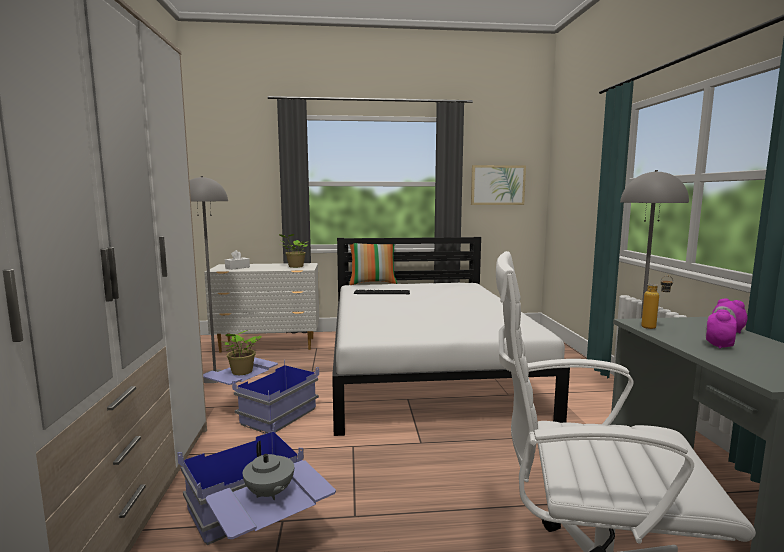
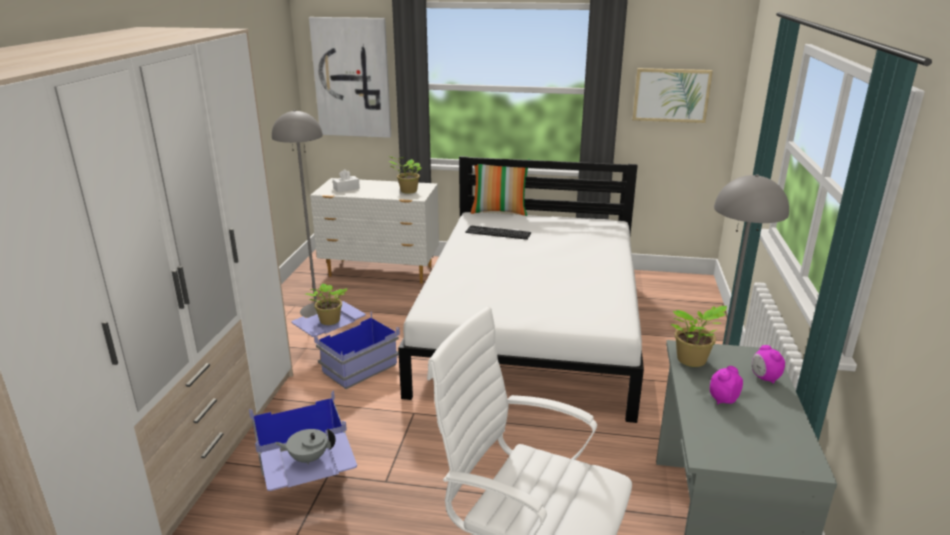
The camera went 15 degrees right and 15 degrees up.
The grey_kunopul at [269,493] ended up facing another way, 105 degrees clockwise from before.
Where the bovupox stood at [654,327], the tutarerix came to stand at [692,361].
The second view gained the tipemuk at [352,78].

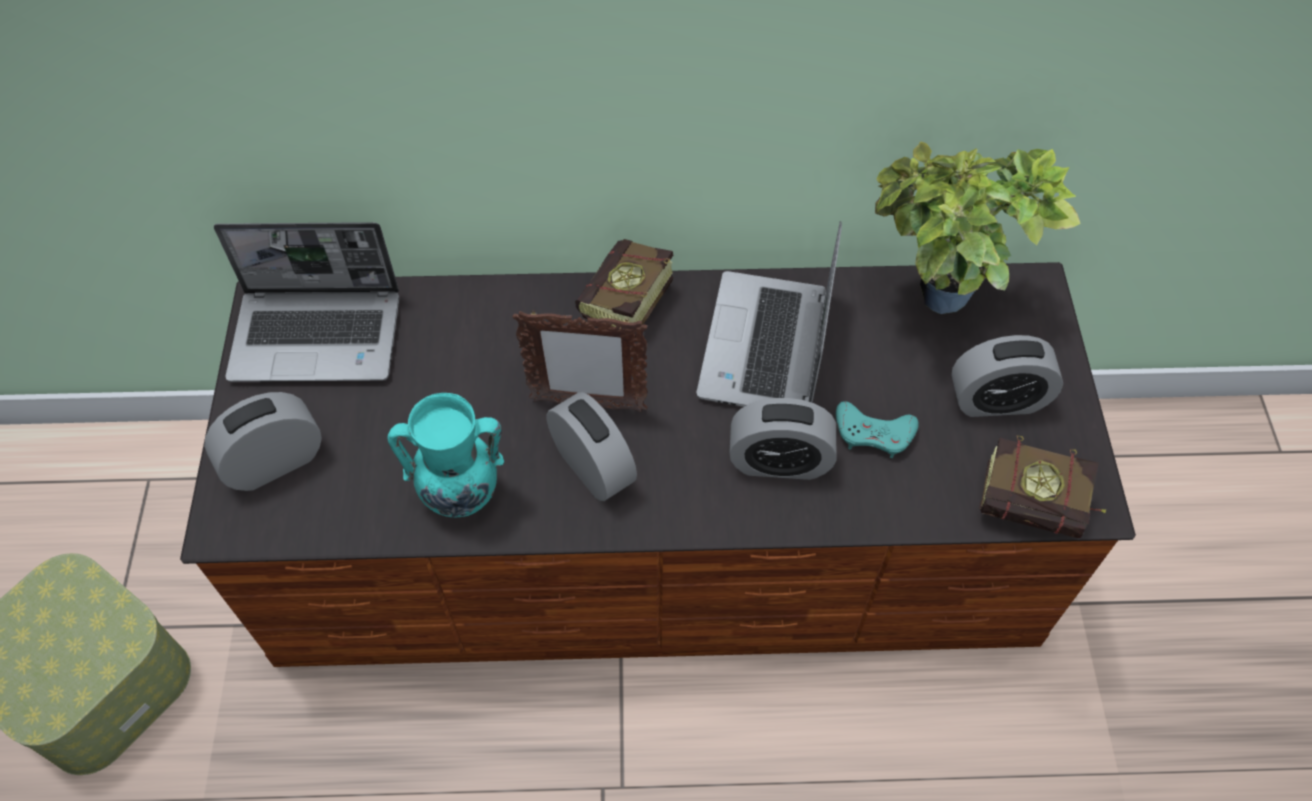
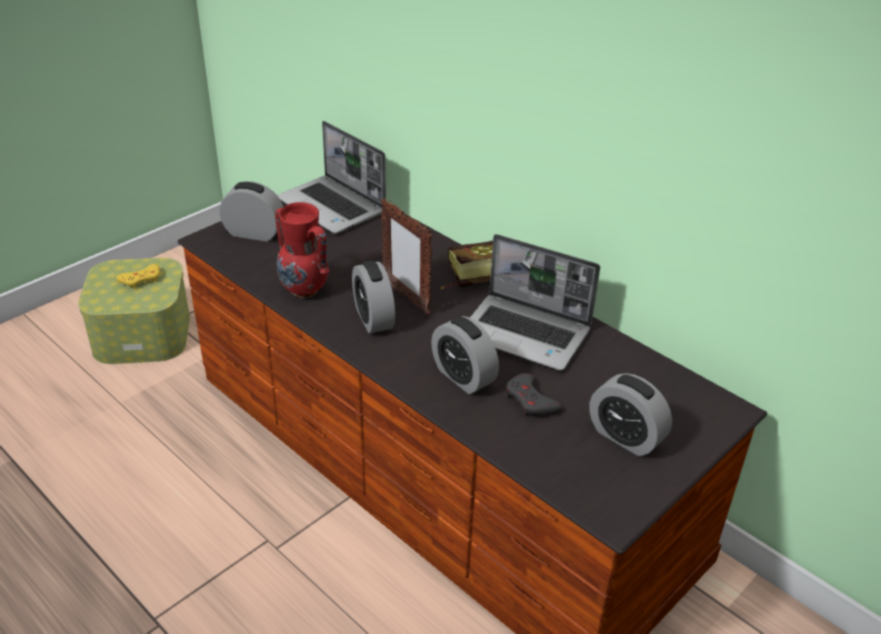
The camera went 45 degrees right and 20 degrees down.
What was the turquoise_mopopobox at [462,496] turned into the red_mopopobox at [304,291].
The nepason at [592,467] ended up facing another way, 150 degrees clockwise from before.
The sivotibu at [767,348] ended up facing another way, 120 degrees counterclockwise from before.
What was the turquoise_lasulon at [874,433] turned into the grey_lasulon at [531,401].
The second view lost the tutarerix at [937,306].
The second view lost the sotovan at [1040,510].
The second view gained the yellow_lasulon at [141,279].

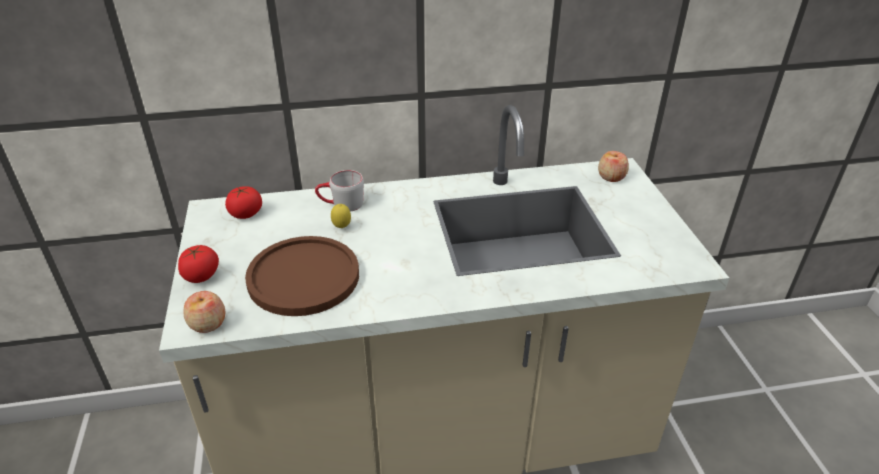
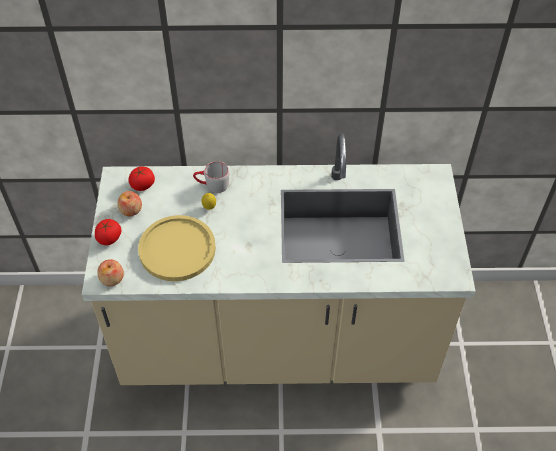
The camera went 10 degrees right and 15 degrees up.
What was the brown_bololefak at [303,277] turned into the yellow_bololefak at [177,249].
The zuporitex ended up elsewhere, having gone from [611,177] to [131,210].

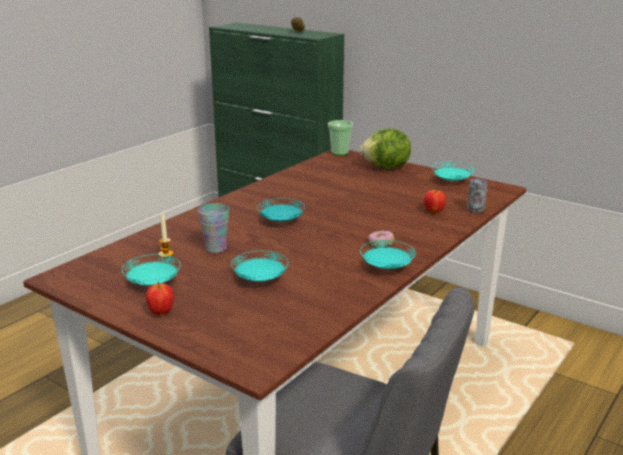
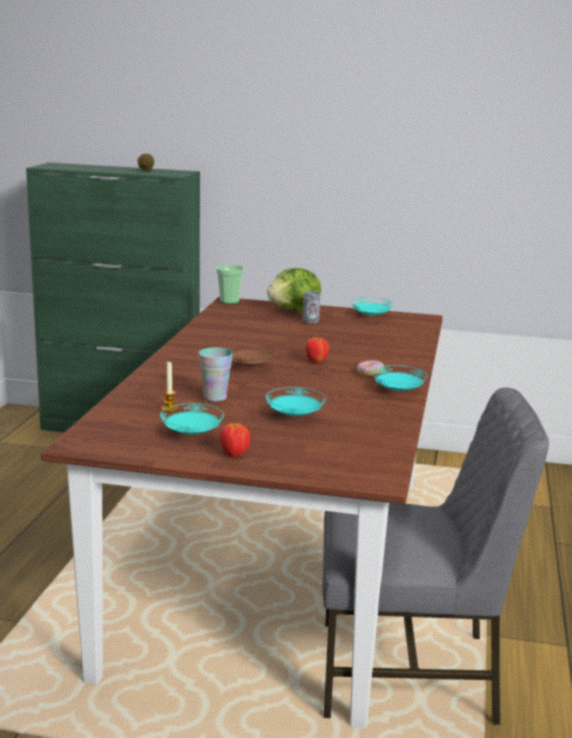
The camera went 25 degrees left and 5 degrees down.
What was the turquoise_bololefak at [281,221] turned into the brown_bololefak at [250,367].
The zuporitex ended up elsewhere, having gone from [434,212] to [316,362].
The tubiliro ended up elsewhere, having gone from [475,210] to [310,321].

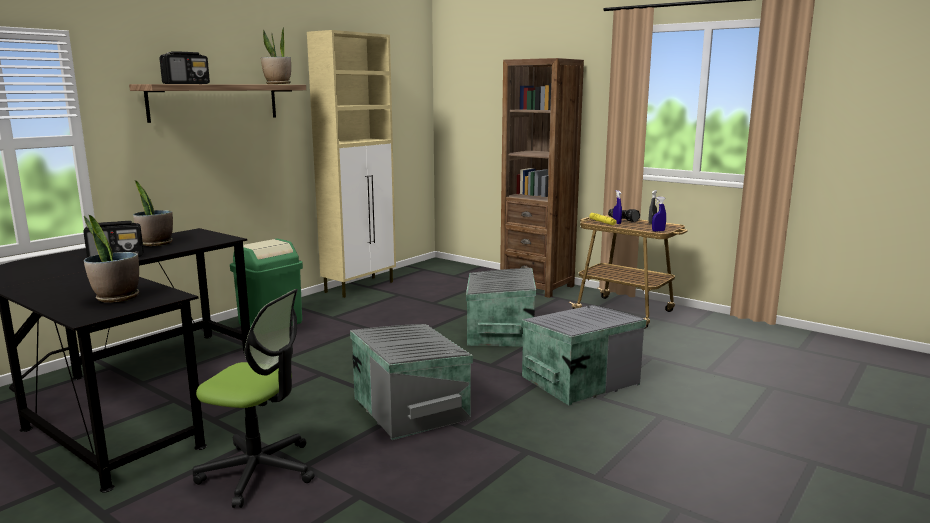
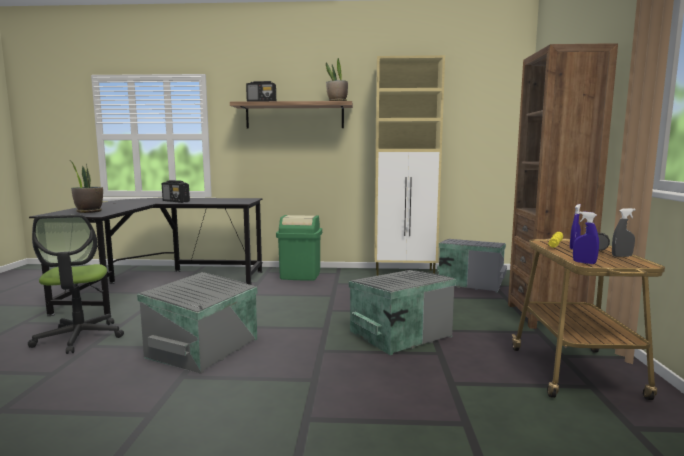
The camera went 55 degrees right and 5 degrees down.
The second view lost the tutarerix at [156,243].
The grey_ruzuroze ended up elsewhere, having gone from [578,380] to [470,282].

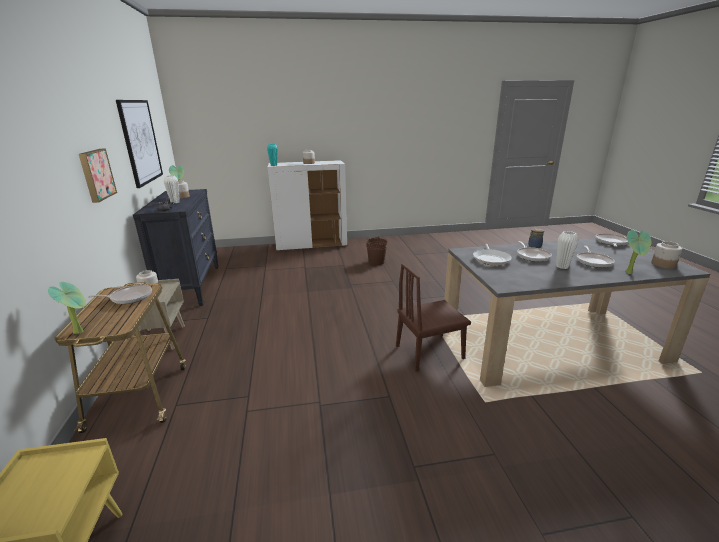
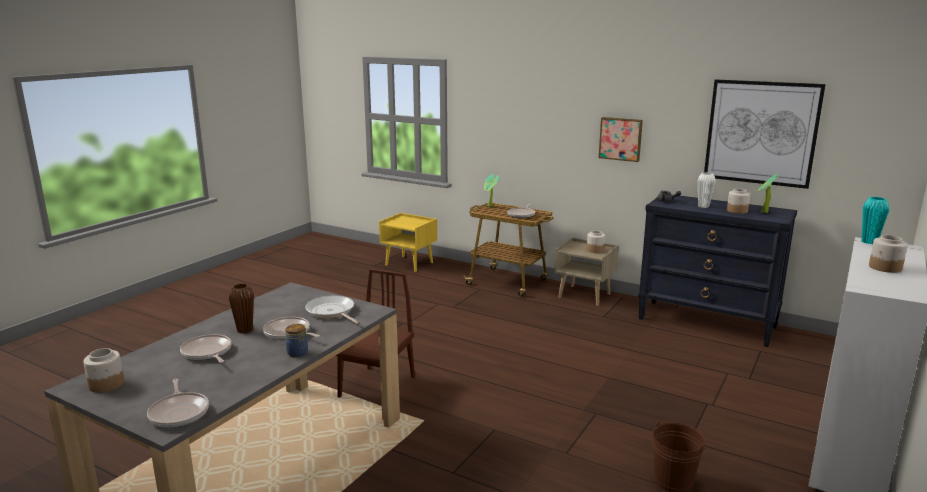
The camera went 130 degrees right and 5 degrees down.
What was the white_mopopobox at [562,266] turned into the brown_mopopobox at [245,330].
The second view lost the tutarerix at [630,273].

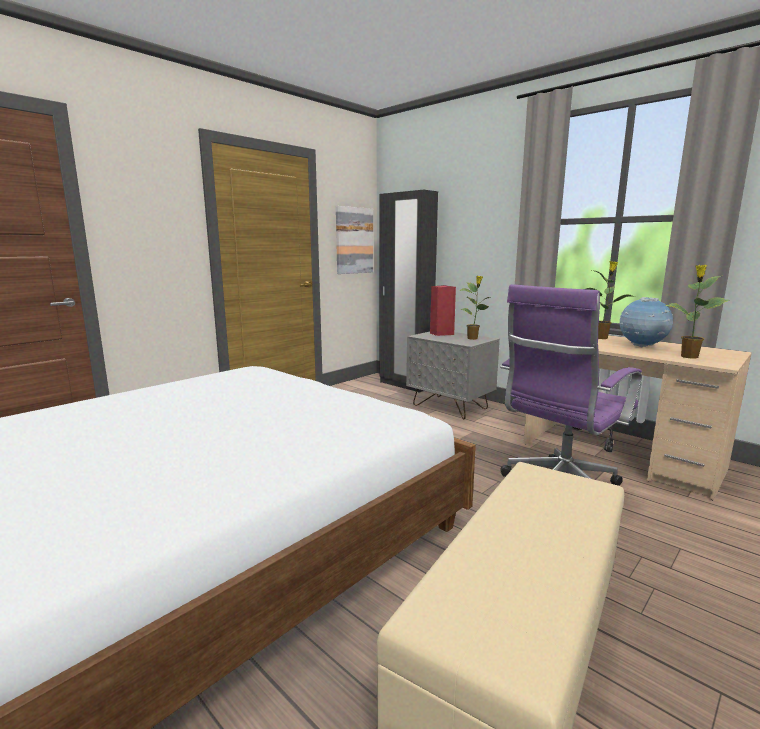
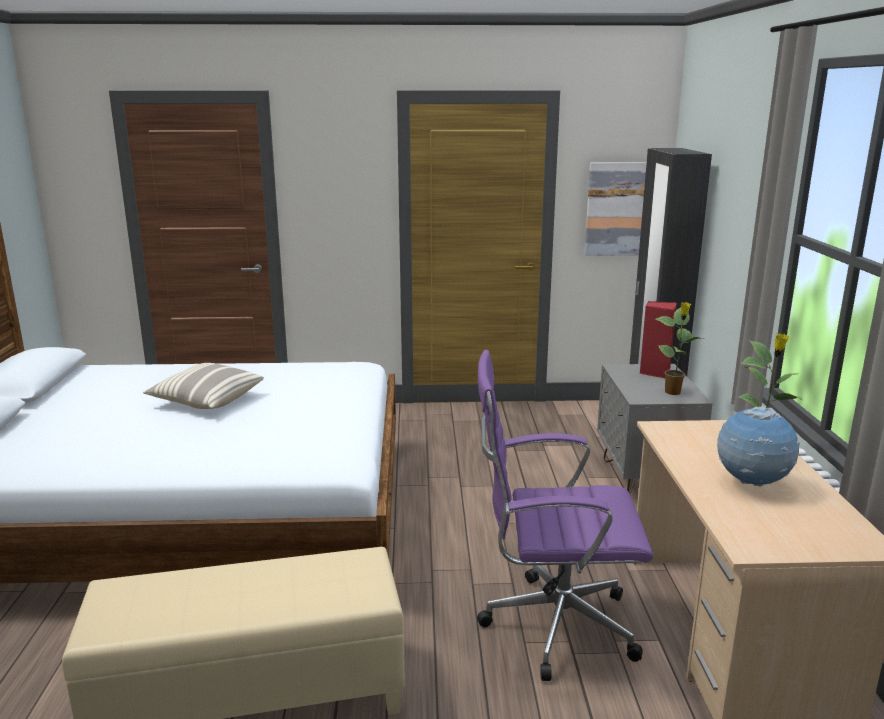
The camera went 45 degrees right and 5 degrees up.
The second view lost the tutarerix at [688,357].
The second view gained the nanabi at [206,400].

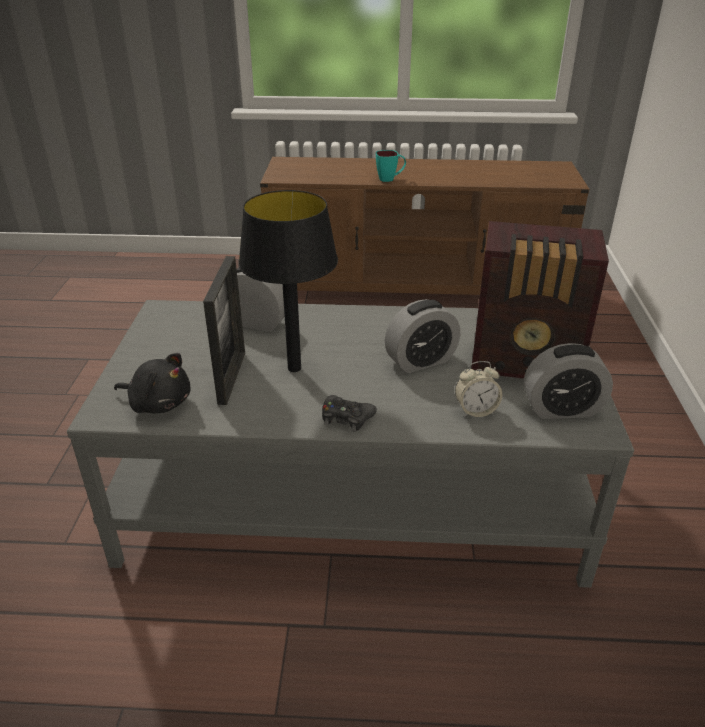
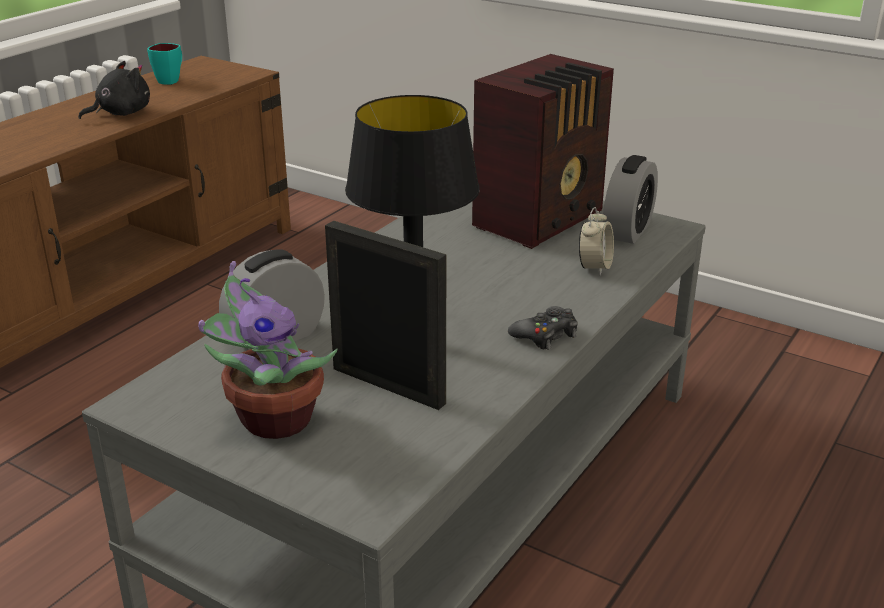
The camera went 60 degrees left and 5 degrees down.
The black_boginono ended up elsewhere, having gone from [158,403] to [121,113].
The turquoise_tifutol ended up elsewhere, having gone from [390,179] to [171,80].
The second view lost the nepason at [421,361].
The second view gained the tutarerix at [272,420].

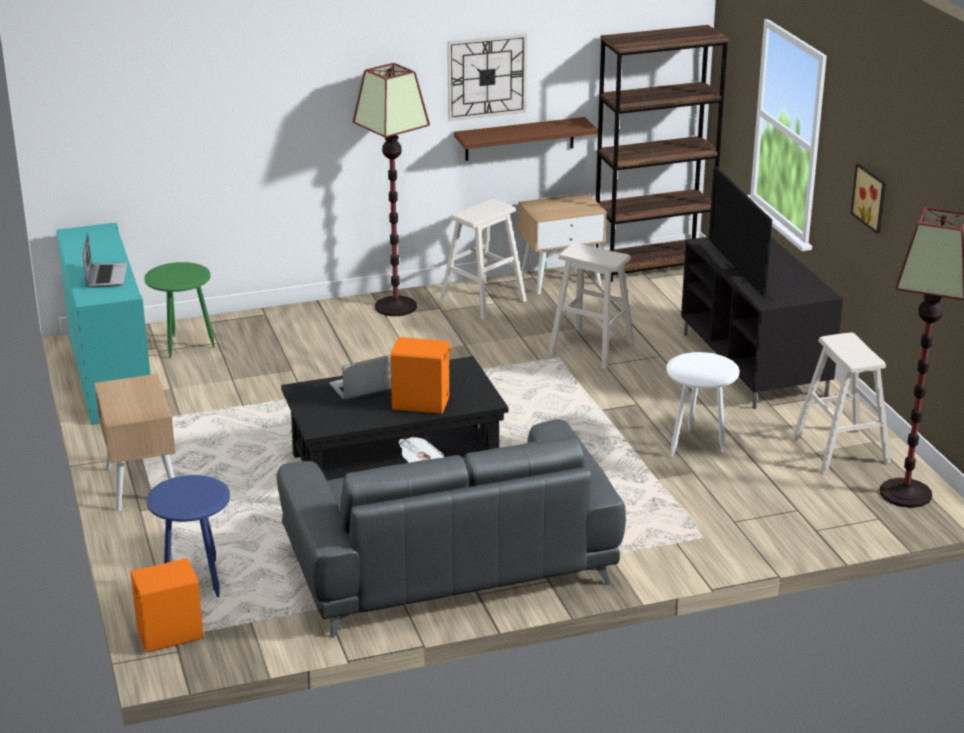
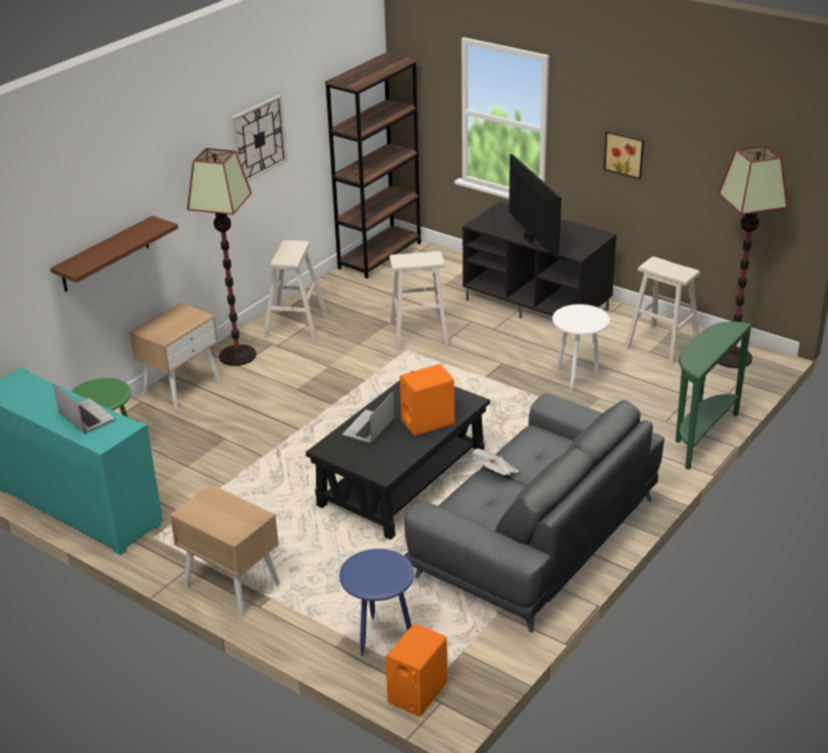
The camera went 35 degrees left and 5 degrees up.
The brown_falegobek ended up elsewhere, having gone from [519,139] to [105,254].
The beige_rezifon ended up elsewhere, having gone from [561,279] to [182,386].
The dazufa at [738,273] ended up facing another way, 150 degrees counterclockwise from before.
The second view gained the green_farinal at [700,436].

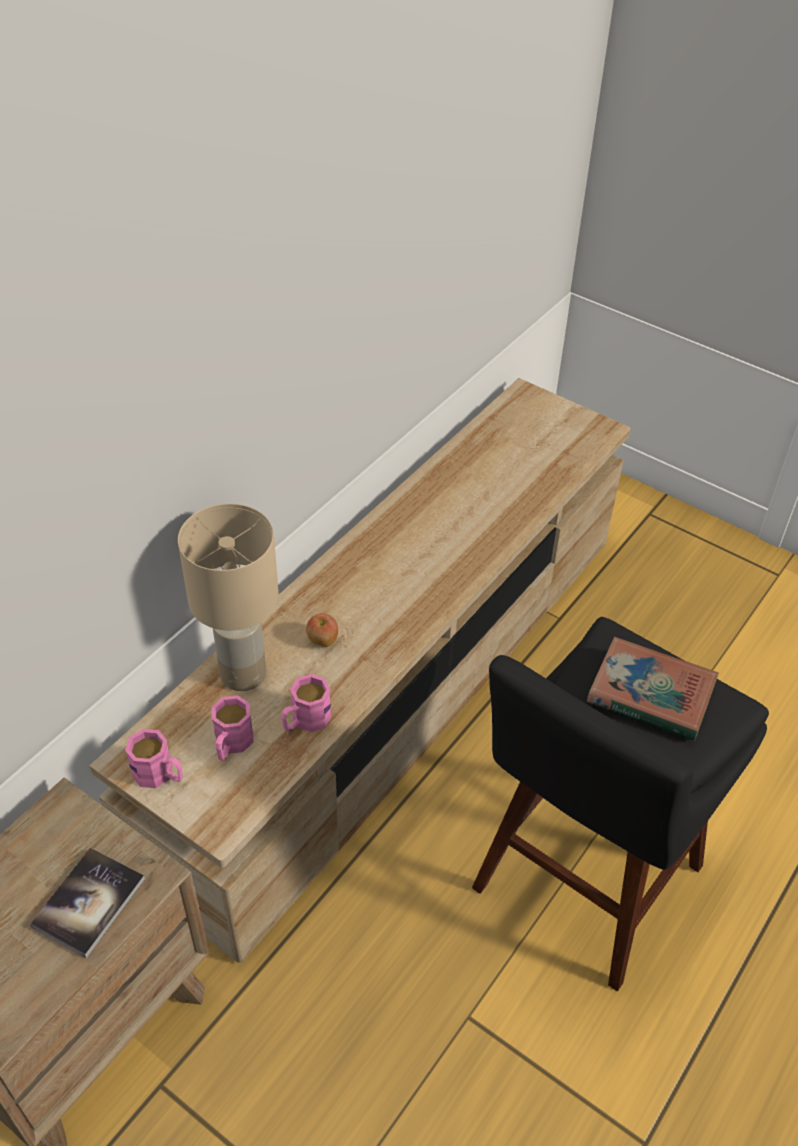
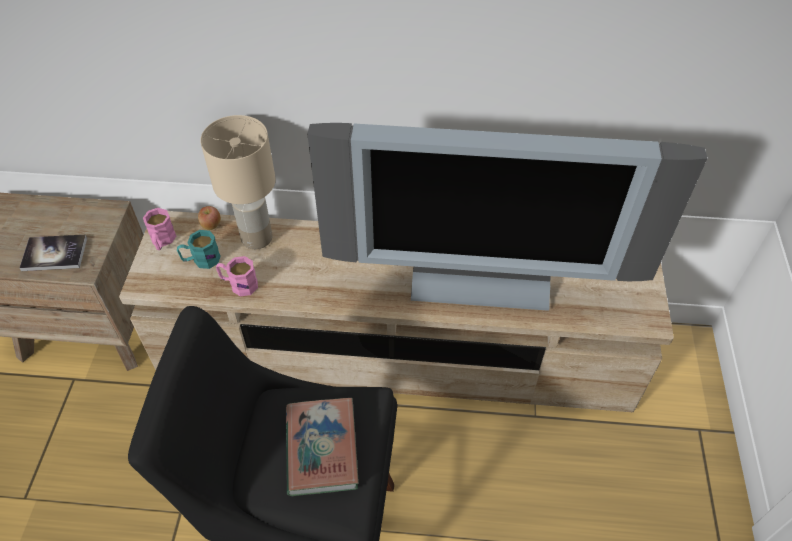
The camera went 60 degrees right and 5 degrees up.
What was the pink_tifutol at [231,744] turned into the turquoise_tifutol at [201,260].
The zuporitex ended up elsewhere, having gone from [322,641] to [211,225].
The second view gained the dazufa at [481,277].

